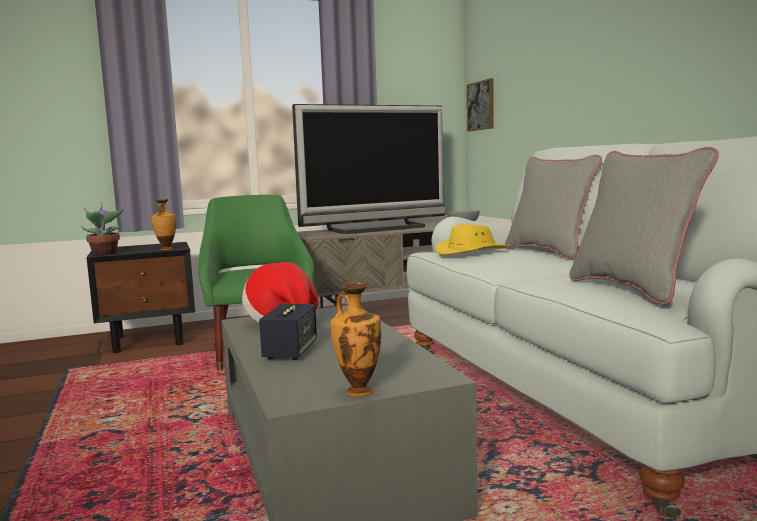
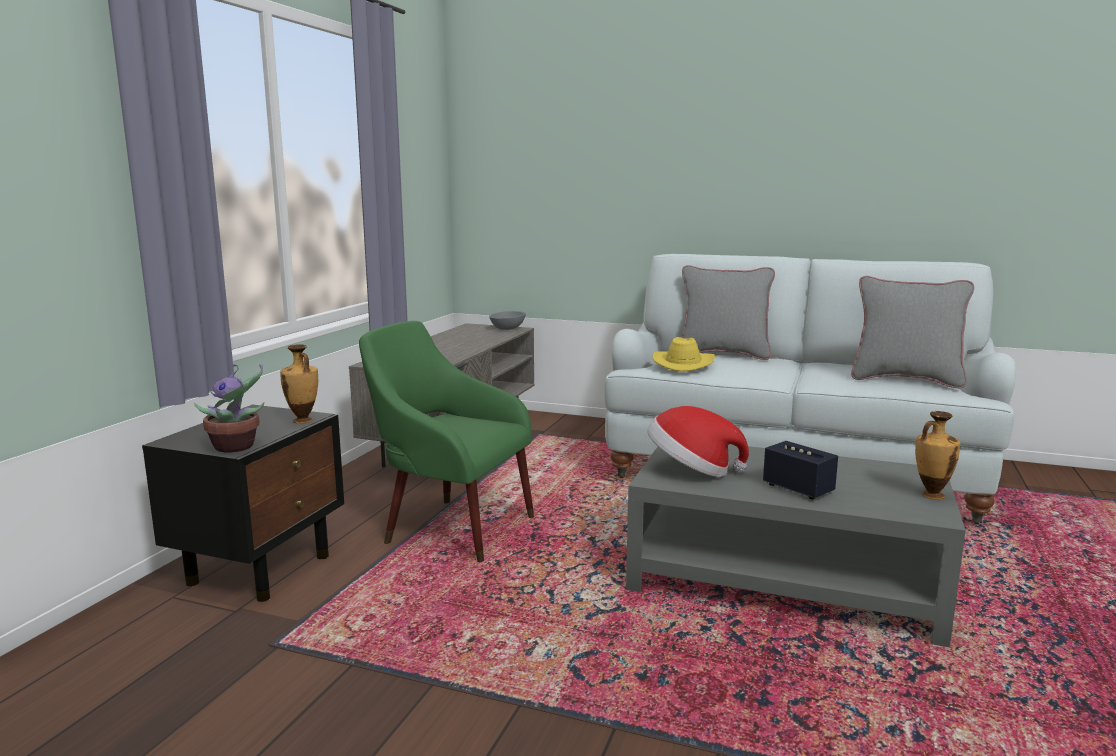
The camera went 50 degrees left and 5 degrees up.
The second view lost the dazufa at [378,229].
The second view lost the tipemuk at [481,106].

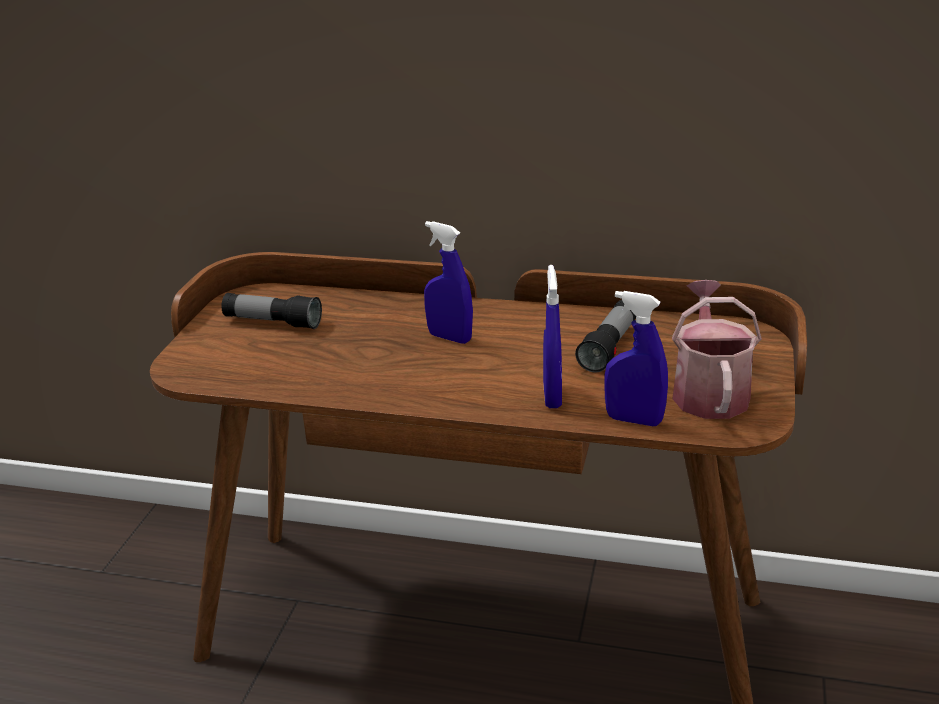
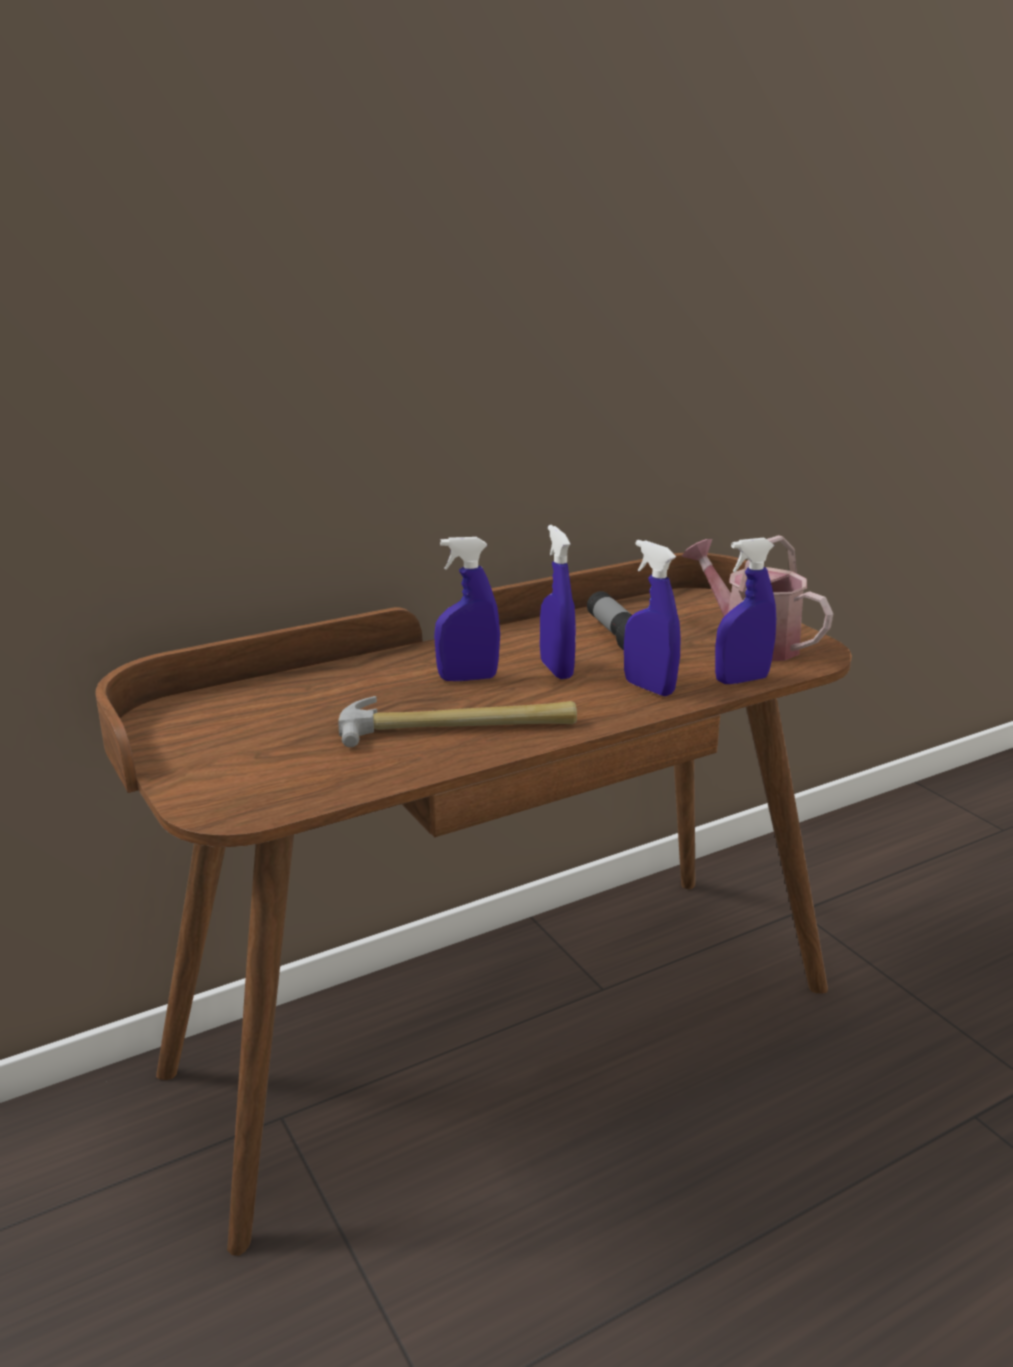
The camera went 45 degrees left and 5 degrees down.
The second view lost the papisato at [273,322].
The second view gained the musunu at [458,728].
The second view gained the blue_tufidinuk at [556,670].

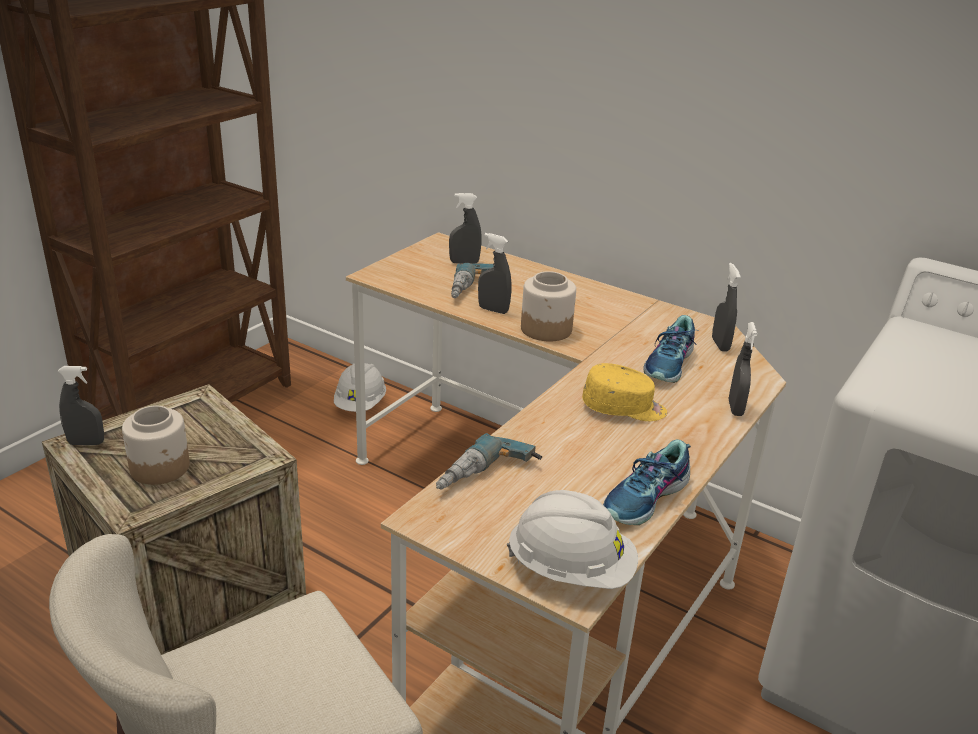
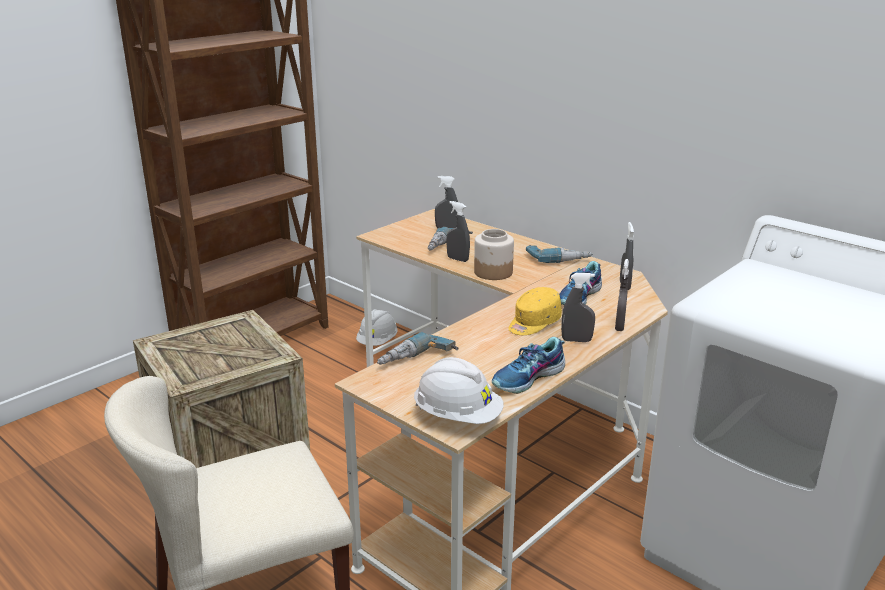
The camera went 10 degrees right and 5 degrees down.
The grey_tufidinuk ended up elsewhere, having gone from [86,443] to [576,340].
The second view lost the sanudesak at [160,468].
The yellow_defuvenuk at [624,408] ended up facing another way, 120 degrees clockwise from before.
The second view gained the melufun at [558,258].

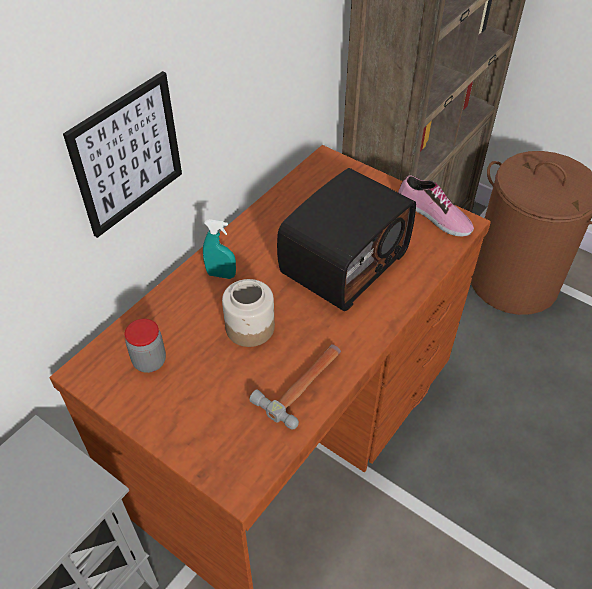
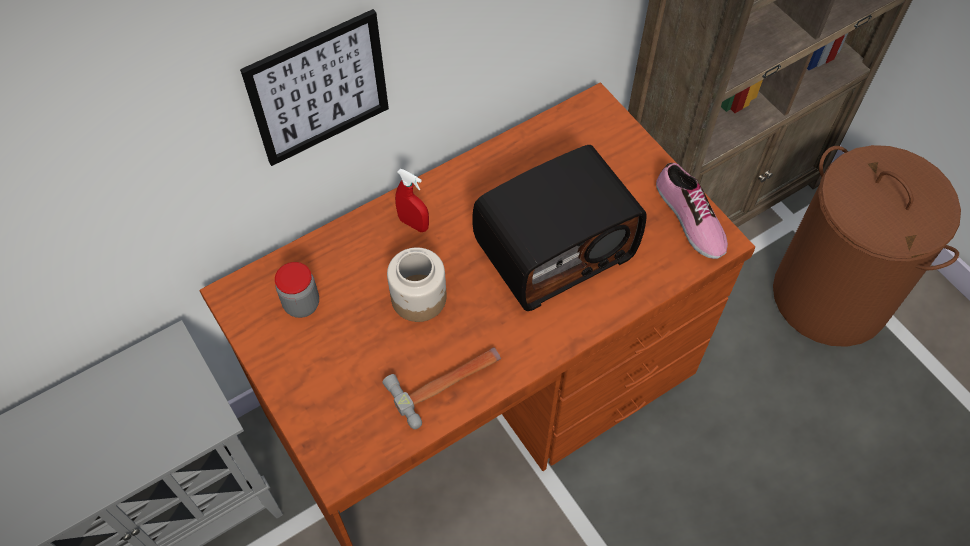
The camera went 20 degrees right and 10 degrees up.
What was the turquoise_tufidinuk at [221,275] turned into the red_tufidinuk at [413,224].

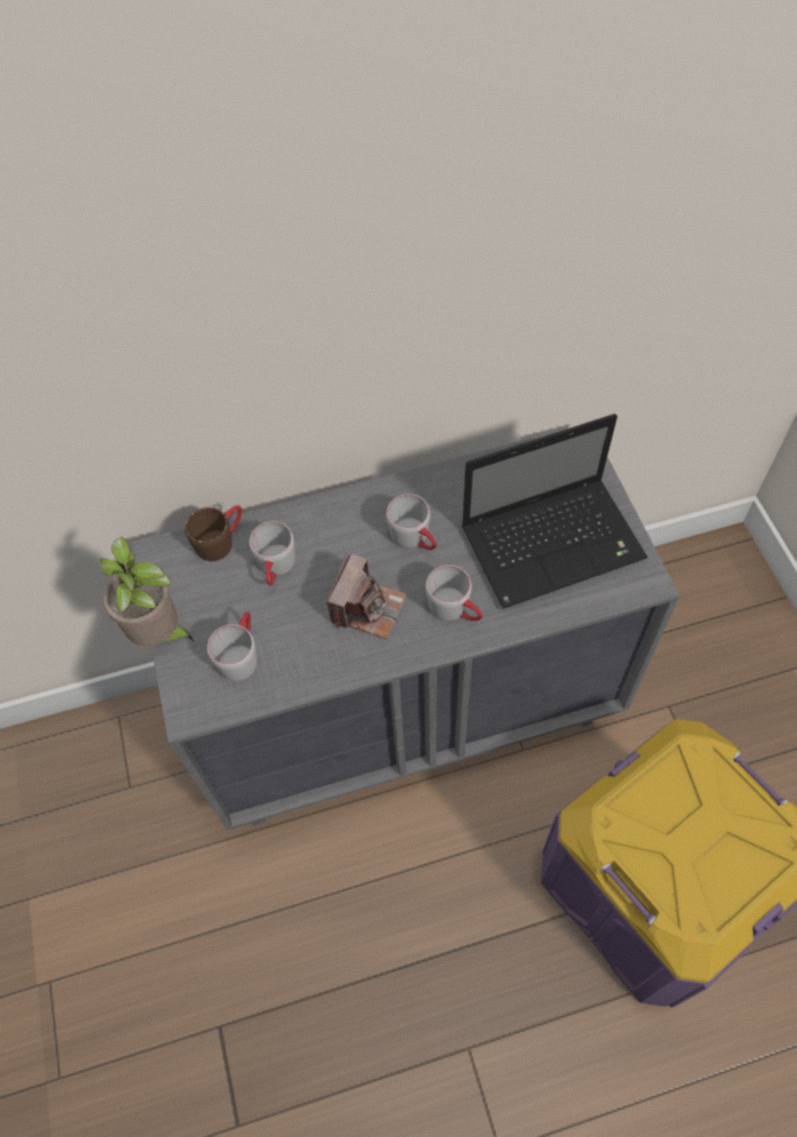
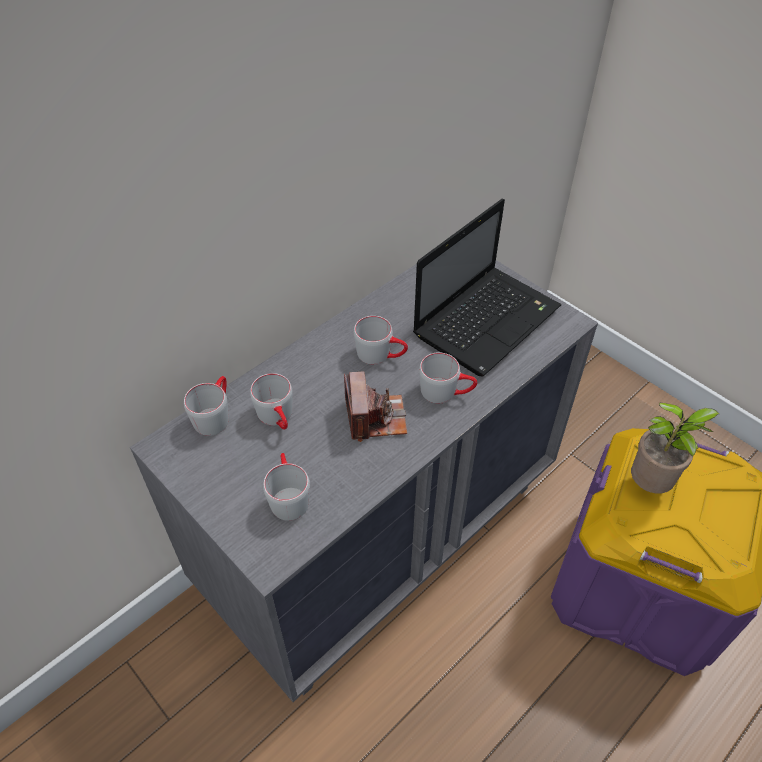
The camera went 30 degrees left and 10 degrees down.
The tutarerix ended up elsewhere, having gone from [160,634] to [651,485].
What was the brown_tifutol at [221,540] turned into the grey_tifutol at [215,415].

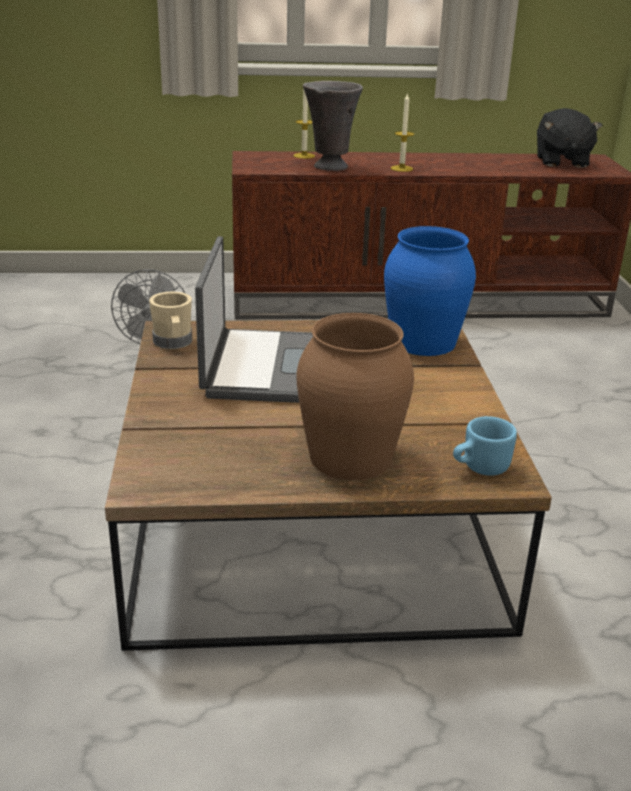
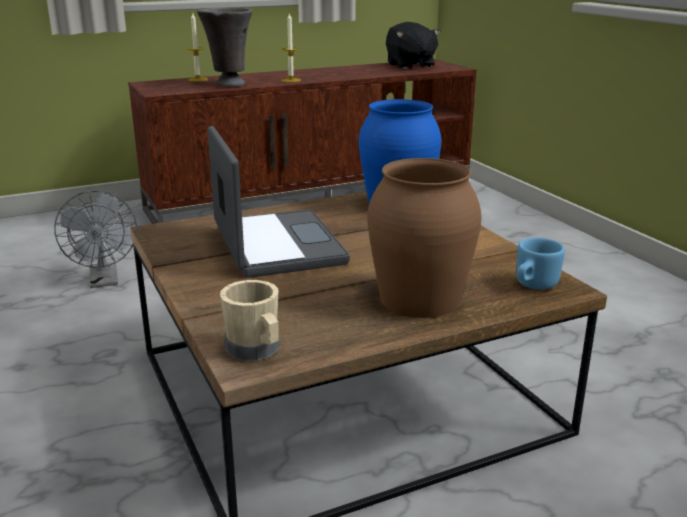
The camera went 20 degrees left and 5 degrees down.
The beige_tifutol ended up elsewhere, having gone from [173,343] to [256,350].

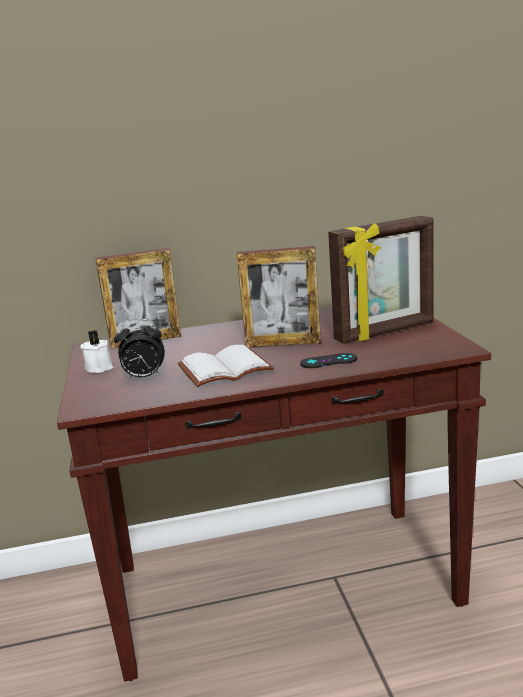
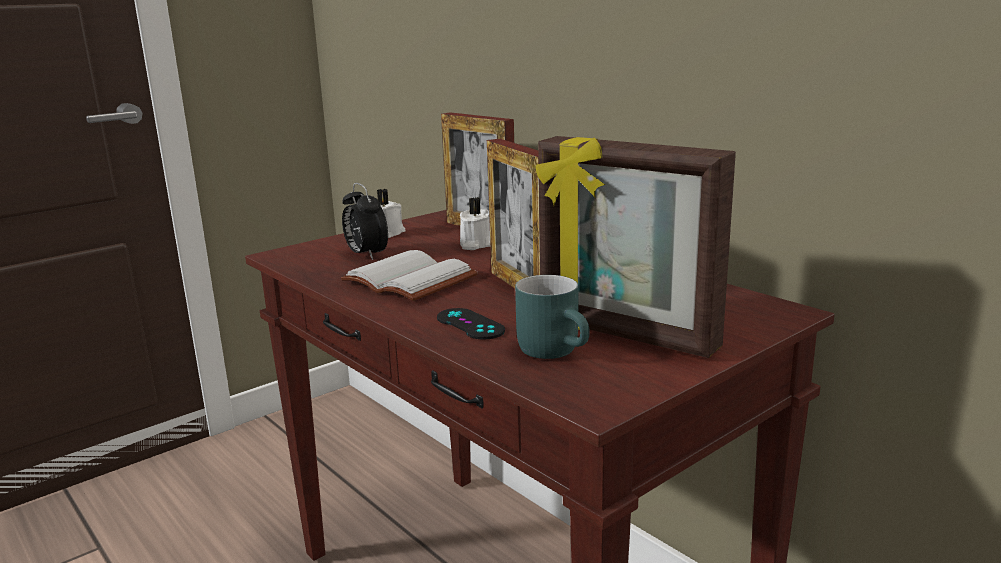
The camera went 60 degrees right and 0 degrees up.
The second view gained the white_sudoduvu at [474,245].
The second view gained the turquoise_tifutol at [557,350].

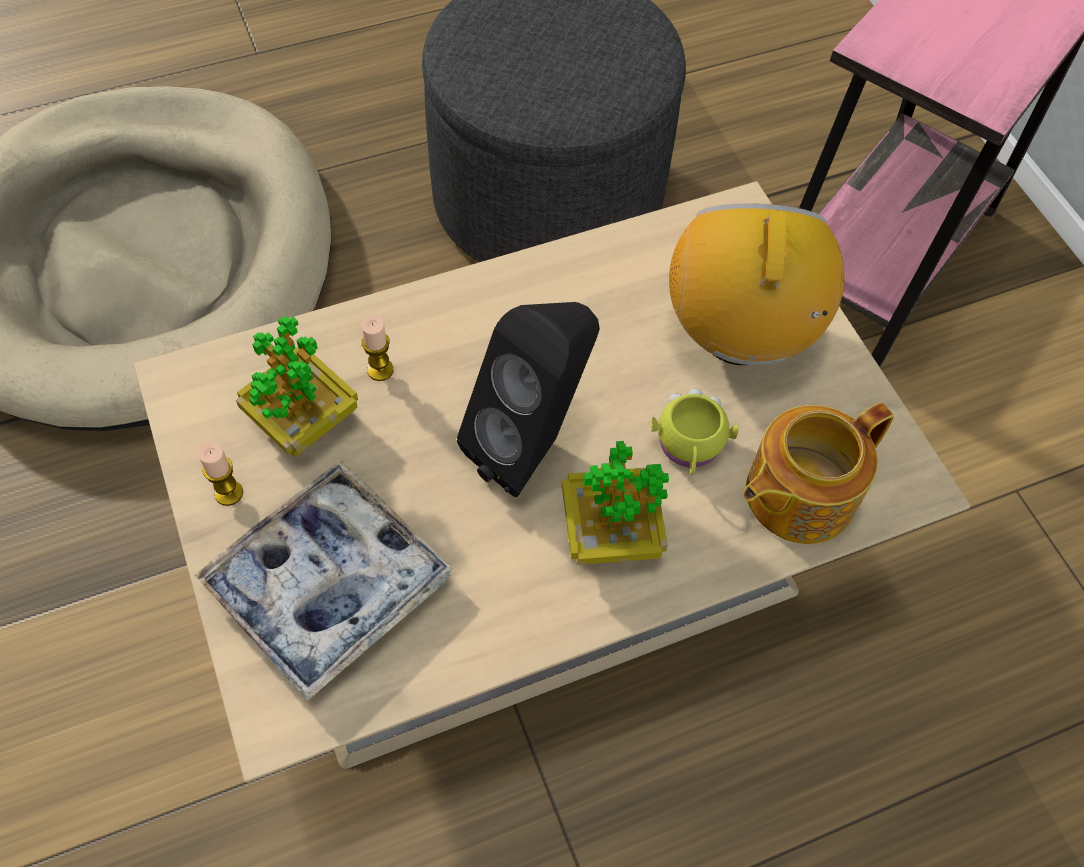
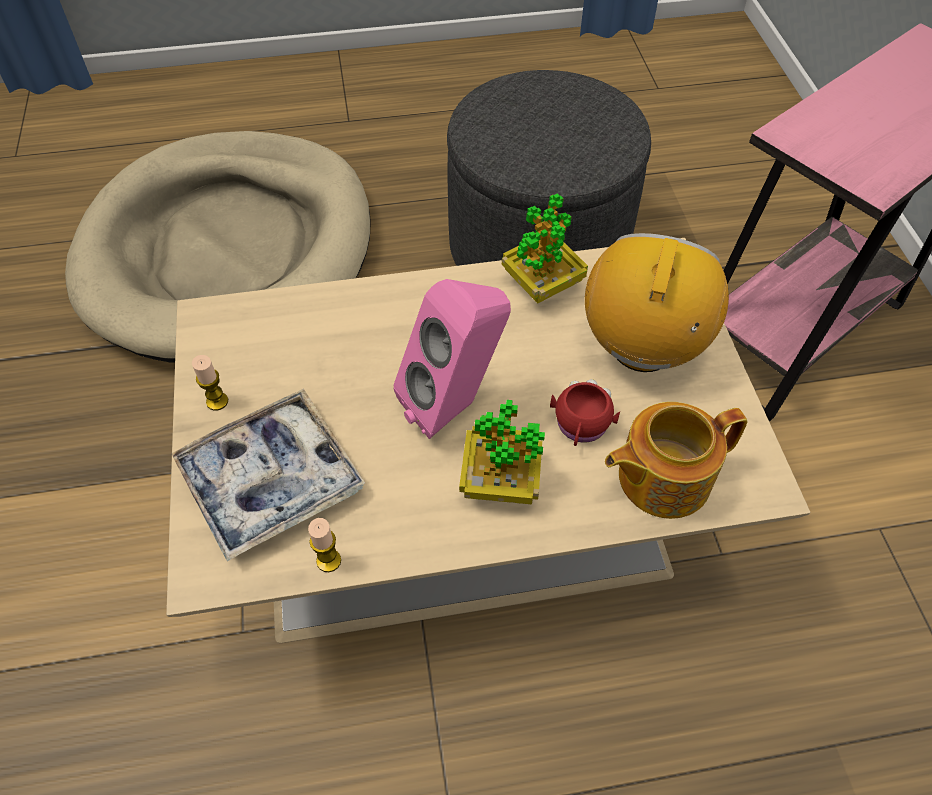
The camera went 15 degrees right and 5 degrees down.
The tutarerix ended up elsewhere, having gone from [303,420] to [542,284].
The sudoduvu ended up elsewhere, having gone from [380,370] to [328,561].
What was the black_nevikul at [532,445] turned into the pink_nevikul at [455,404].
What was the yellow_tifutol at [689,448] turned into the red_tifutol at [581,427].

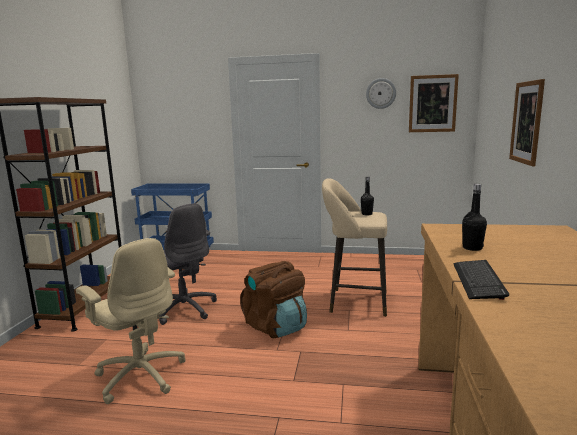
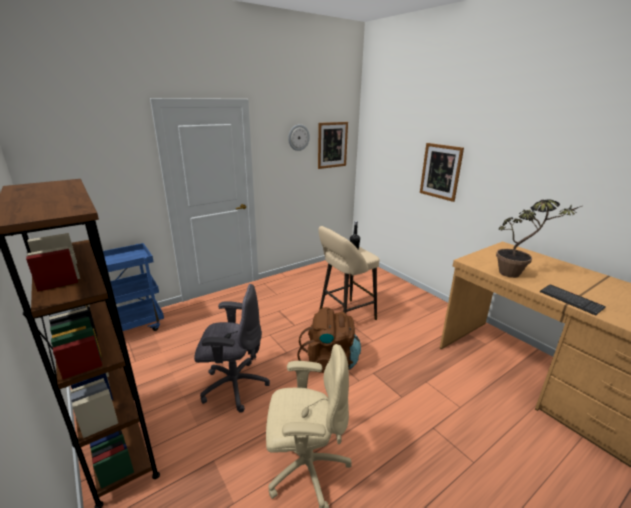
The camera went 45 degrees left and 10 degrees up.
Where the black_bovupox stood at [472,248], the tutarerix came to stand at [517,275].

